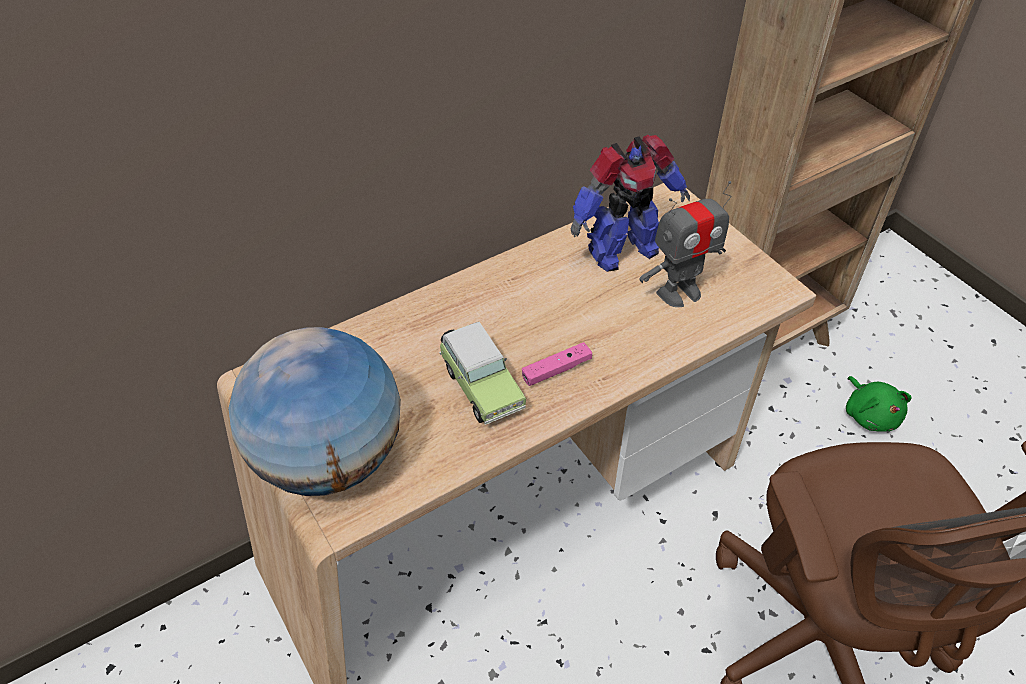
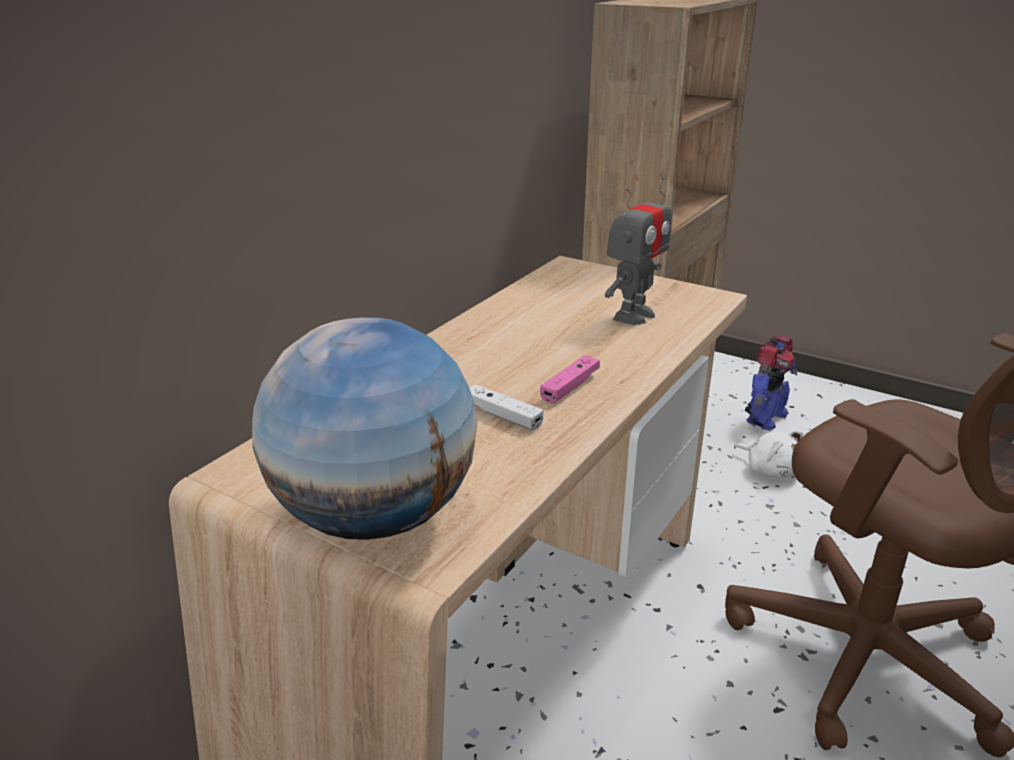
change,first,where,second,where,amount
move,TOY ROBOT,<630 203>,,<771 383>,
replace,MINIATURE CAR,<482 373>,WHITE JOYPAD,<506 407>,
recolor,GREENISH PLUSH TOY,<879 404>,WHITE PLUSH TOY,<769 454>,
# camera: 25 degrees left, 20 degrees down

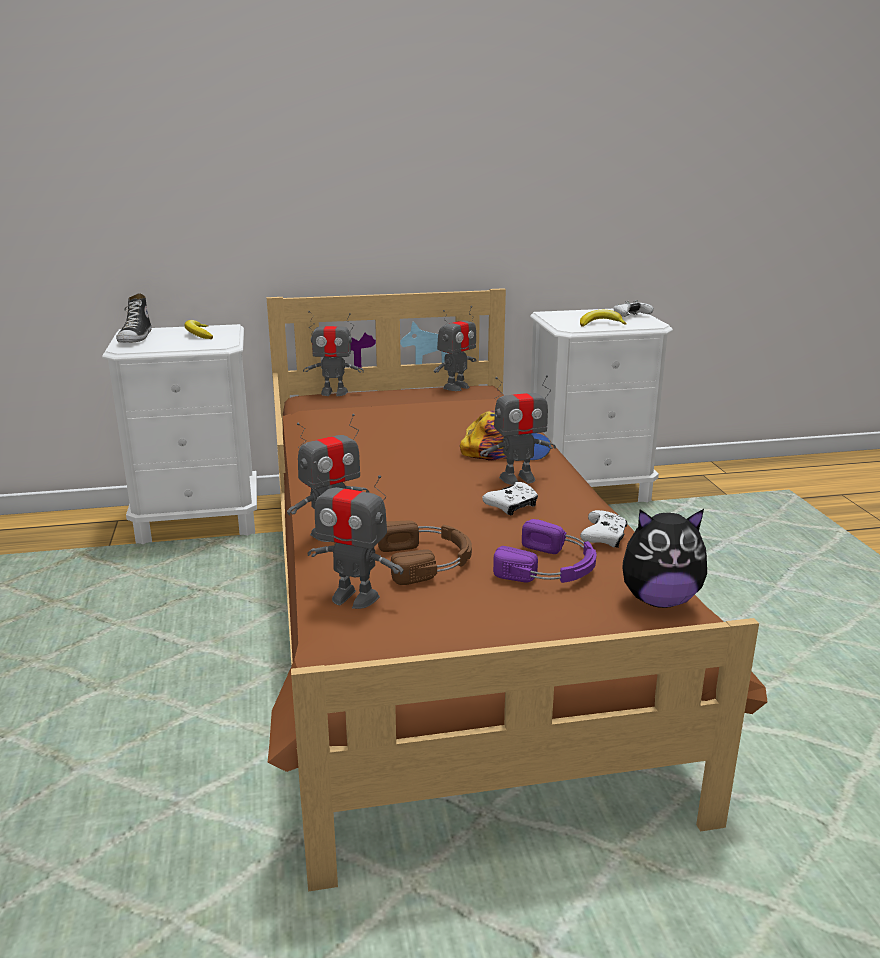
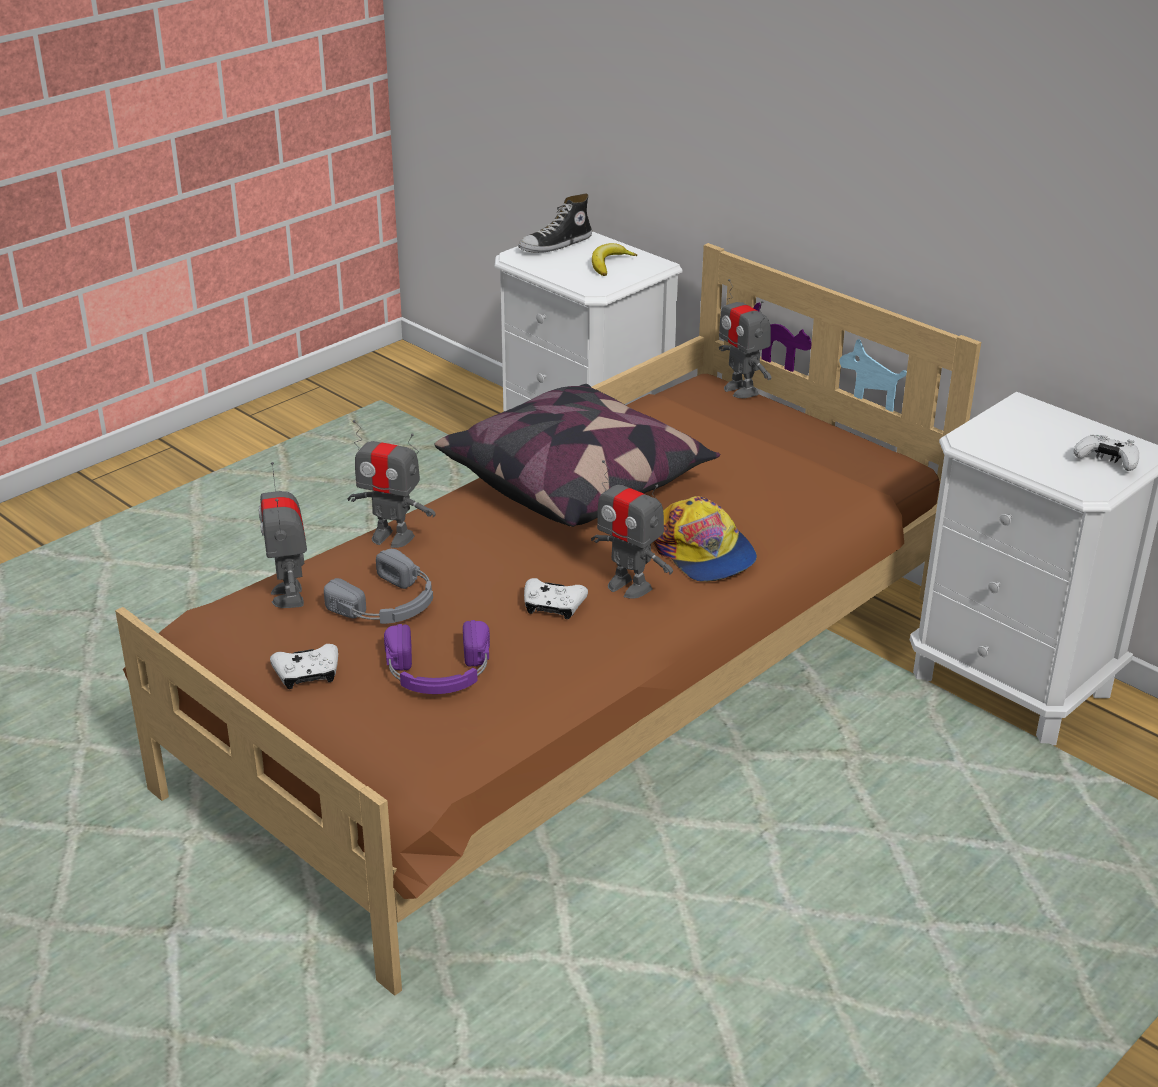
change,first,where,second,where,amount
delete,TOY ROBOT,<455 348>,,,
delete,BANANA FRUIT,<603 318>,,,
delete,PLUSH TOY,<664 558>,,,
move,WHITE JOYPAD,<604 529>,,<304 666>,
recolor,BROWNISH HEADPHONES,<425 553>,GREYISH HEADPHONES,<378 586>,
insert,,,THROW PILLOW,<577 455>,
# camera: 55 degrees right, 10 degrees up

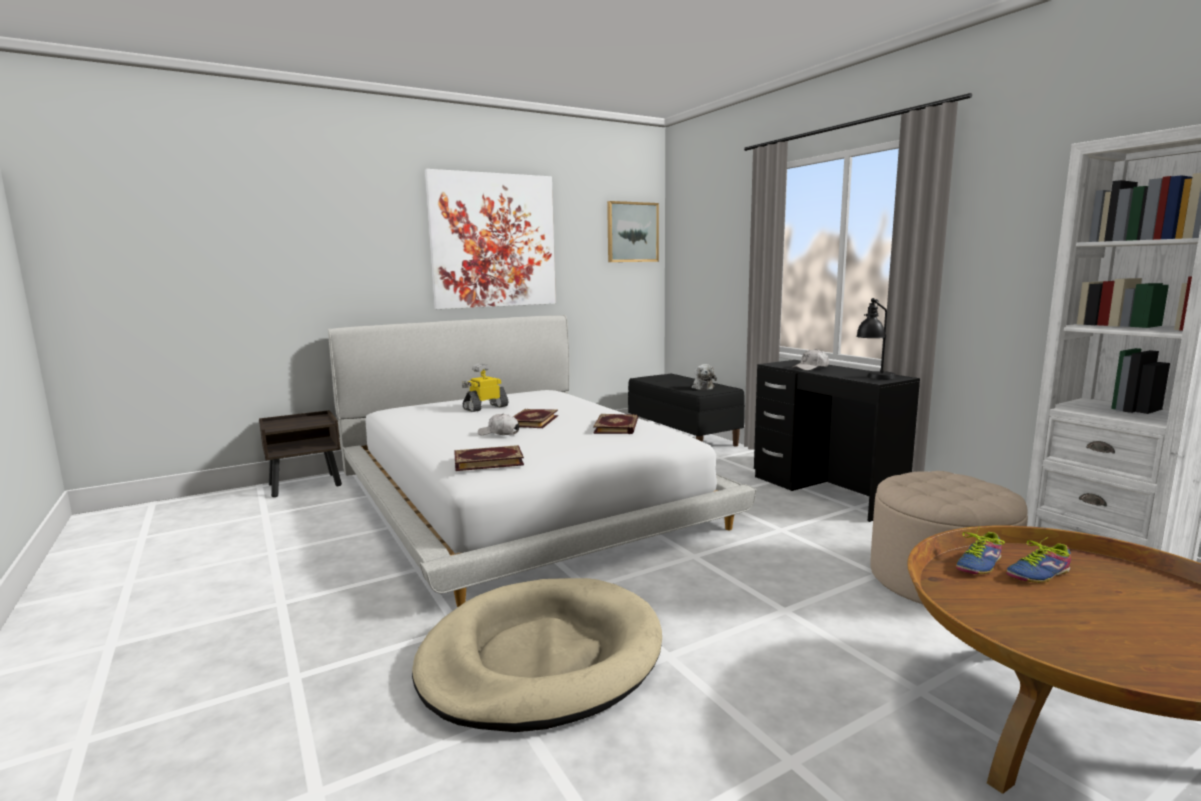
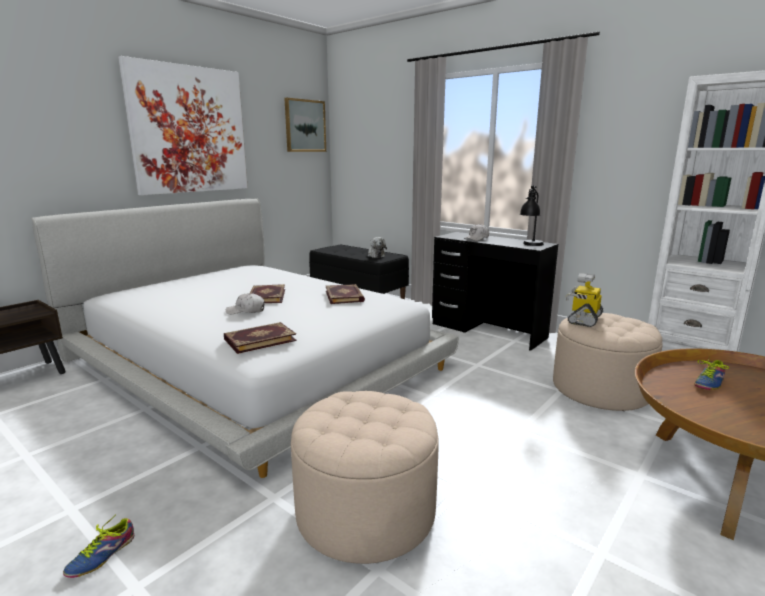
change,first,where,second,where,amount
move,TOY ROBOT,<485 387>,,<584 300>,
move,ITEM OF FOOTWEAR,<980 550>,,<98 548>,
replace,SAND-COLOURED DOG CUSHION,<537 655>,SAND-COLOURED POUFFE,<365 477>,
# camera: 20 degrees left, 5 degrees up

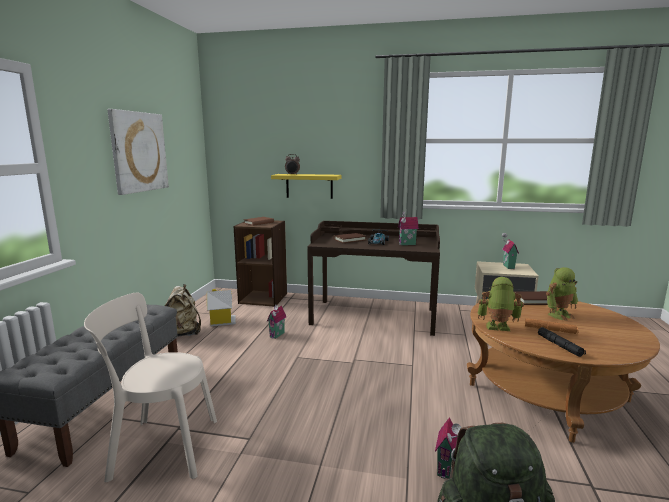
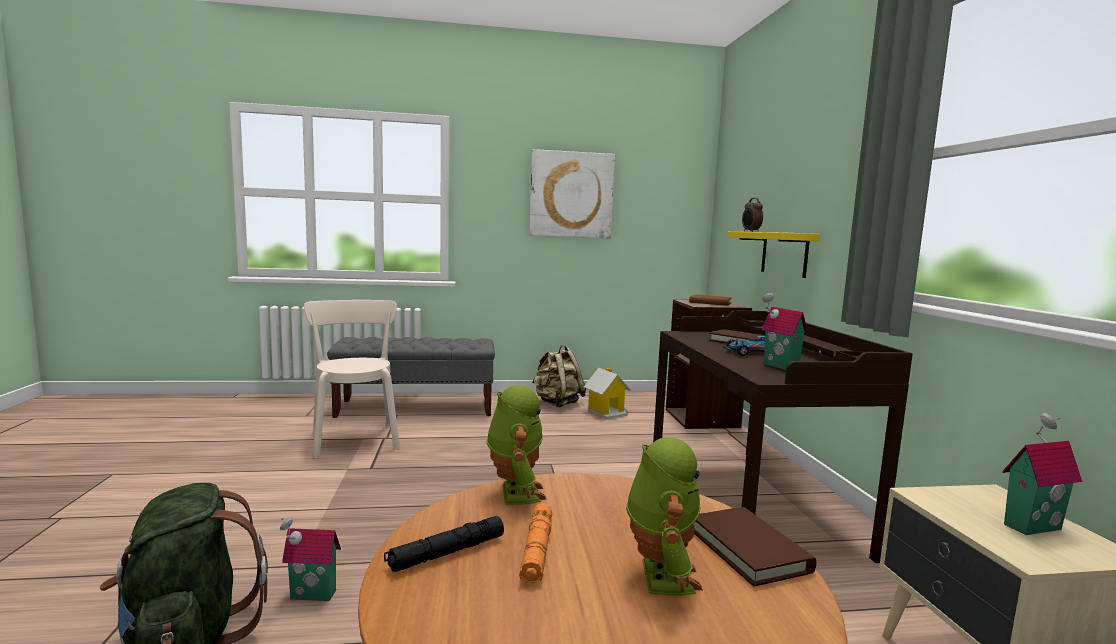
change,first,where,second,where,amount
rotate,TOY ROBOT,<562 294>,,<664 516>,135 degrees counterclockwise
delete,MINIATURE HOUSE,<276 322>,,,
# camera: 70 degrees right, 5 degrees down

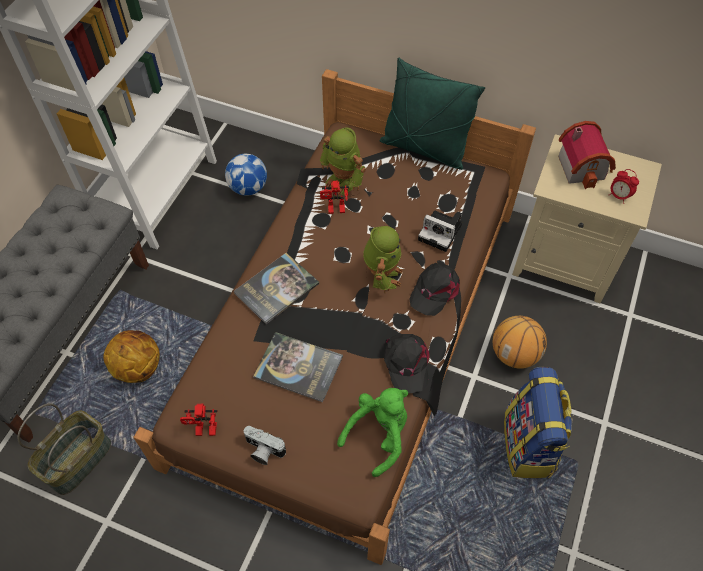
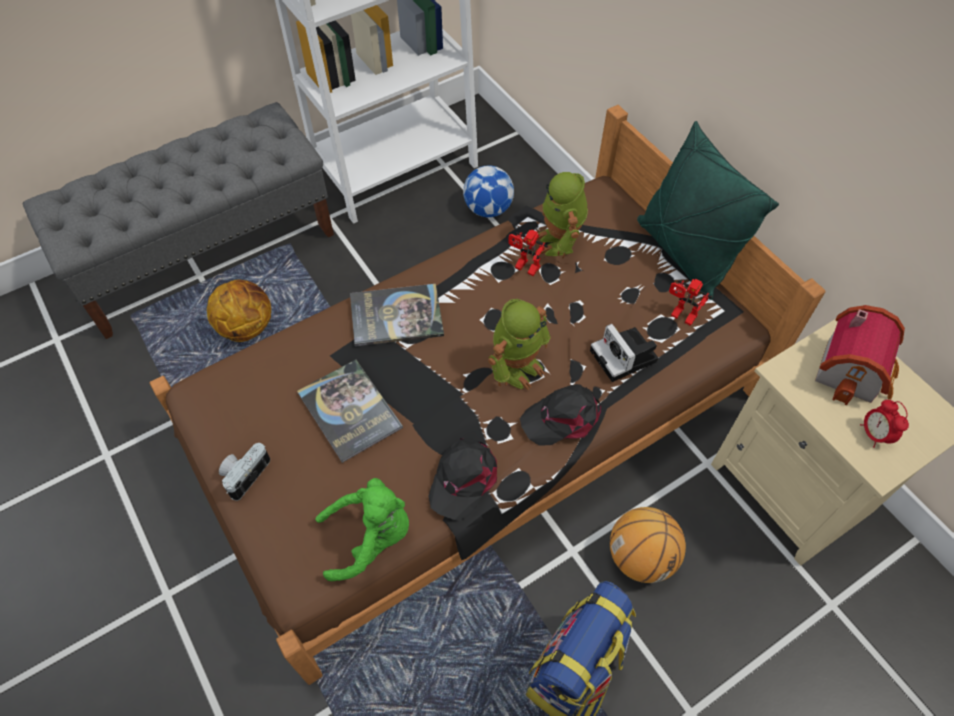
change,first,where,second,where,amount
delete,STORAGE BASKET,<64 449>,,,
move,TOY ROBOT,<198 420>,,<690 302>,
rotate,STILL CAMERA,<265 445>,,<244 472>,60 degrees clockwise
# camera: 35 degrees right, 0 degrees up

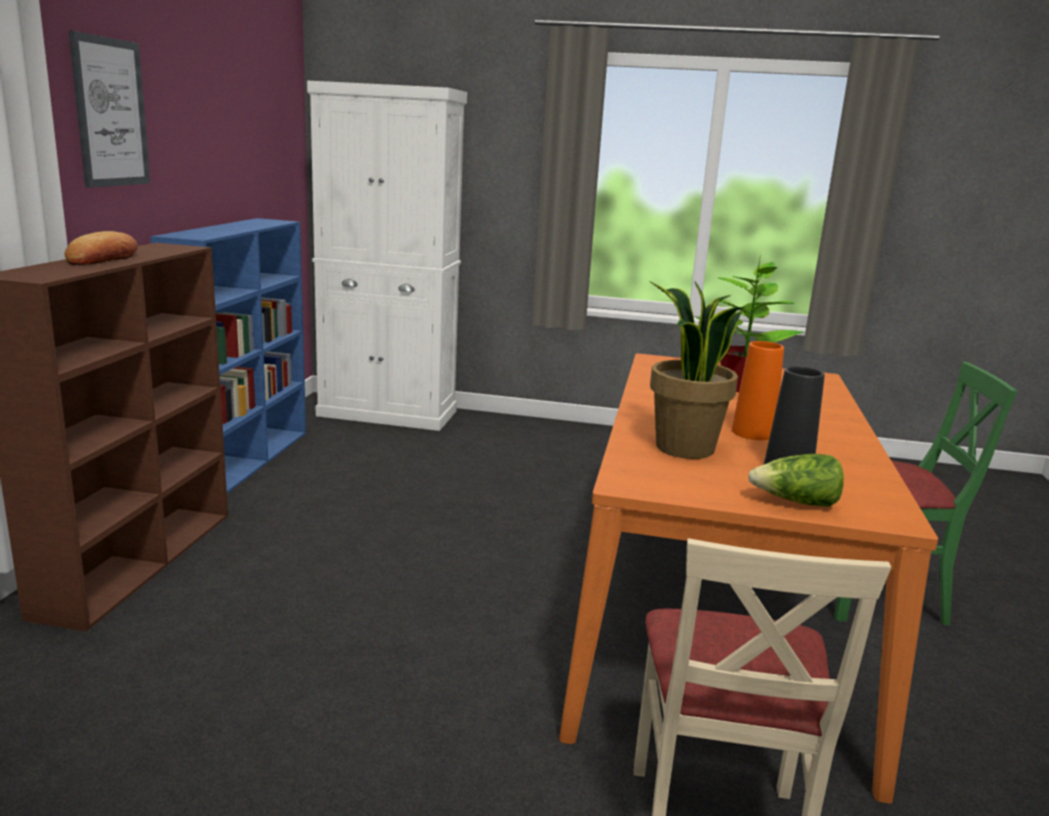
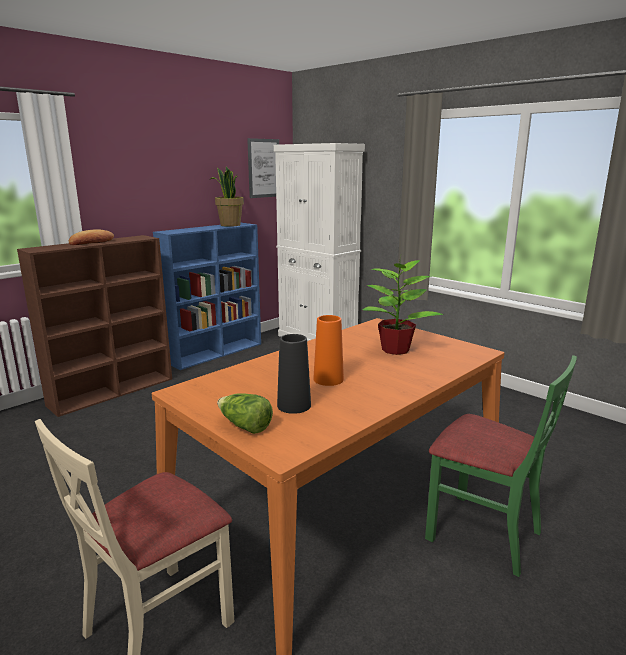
change,first,where,second,where,amount
move,WALL ART,<109 109>,,<263 168>,
move,HOUSEPLANT,<698 370>,,<227 197>,
# camera: 35 degrees right, 0 degrees up

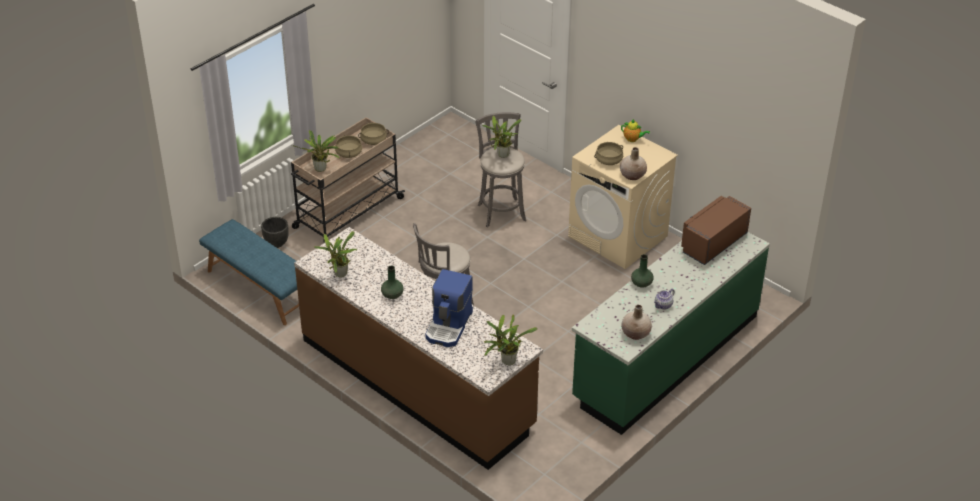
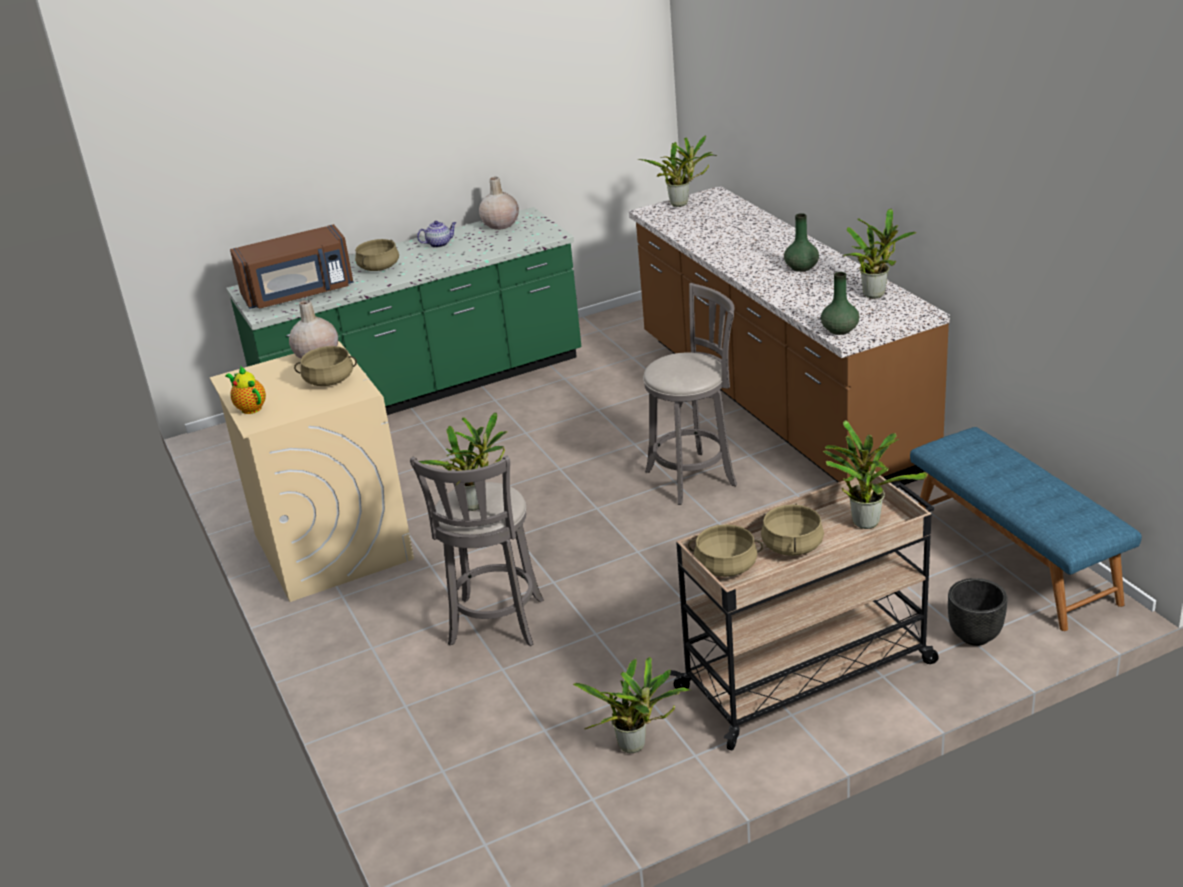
change,first,where,second,where,amount
move,GREENISH VASE,<642 271>,,<840 303>,
delete,COFFEE BREWER,<449 308>,,,
insert,,,SAND-COLOURED SAUCEPOT,<377 255>,
insert,,,HOUSEPLANT,<632 705>,
# camera: 155 degrees left, 10 degrees down

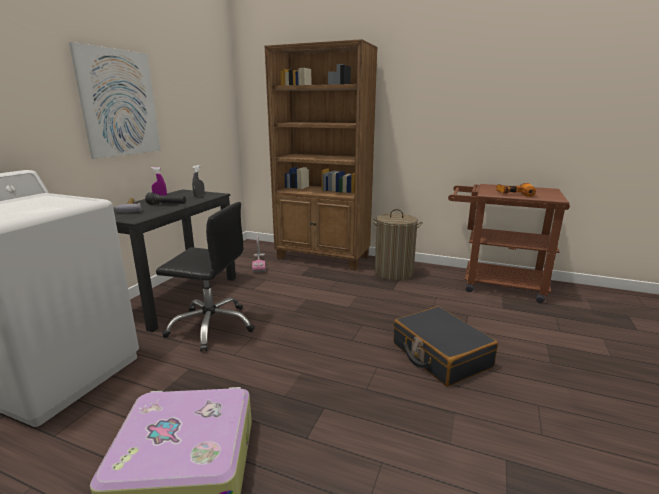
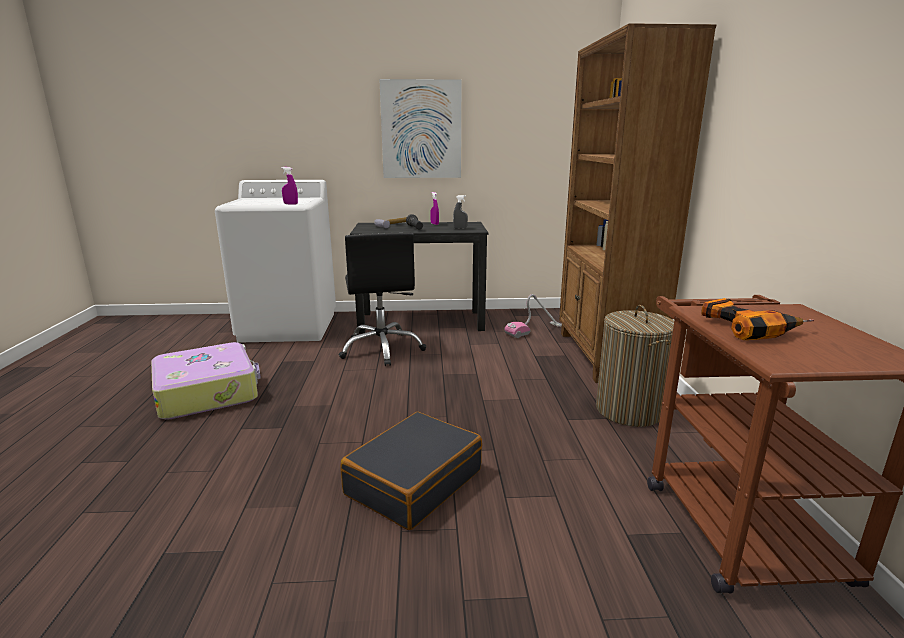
change,first,where,second,where,amount
insert,,,PURPLE-COLOURED HAND SPRAYER,<289 186>,
# camera: 65 degrees right, 0 degrees up

